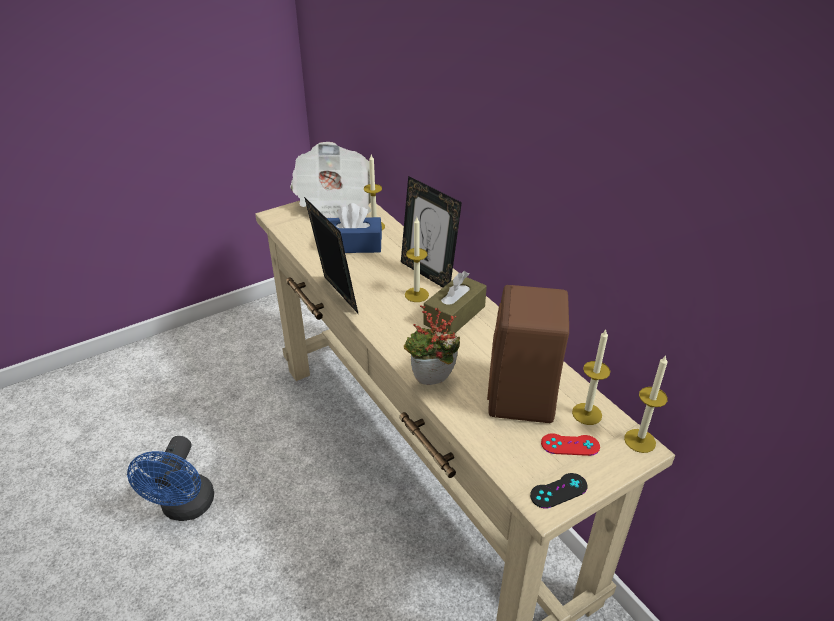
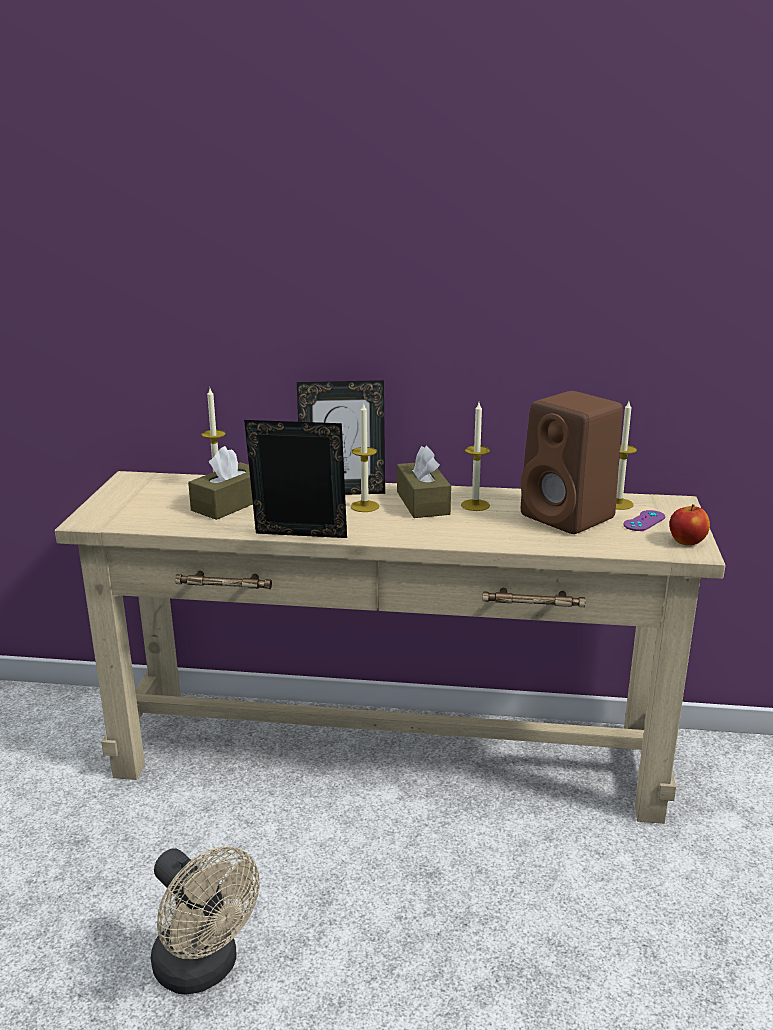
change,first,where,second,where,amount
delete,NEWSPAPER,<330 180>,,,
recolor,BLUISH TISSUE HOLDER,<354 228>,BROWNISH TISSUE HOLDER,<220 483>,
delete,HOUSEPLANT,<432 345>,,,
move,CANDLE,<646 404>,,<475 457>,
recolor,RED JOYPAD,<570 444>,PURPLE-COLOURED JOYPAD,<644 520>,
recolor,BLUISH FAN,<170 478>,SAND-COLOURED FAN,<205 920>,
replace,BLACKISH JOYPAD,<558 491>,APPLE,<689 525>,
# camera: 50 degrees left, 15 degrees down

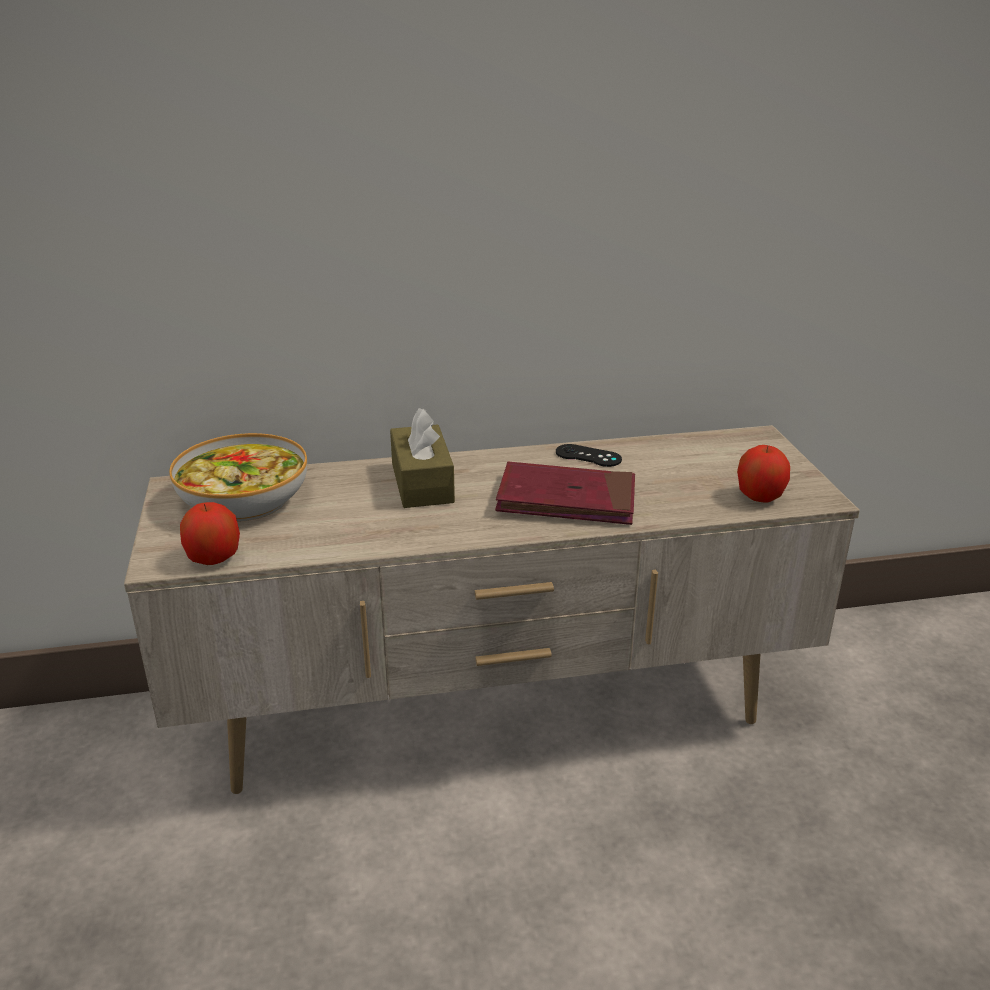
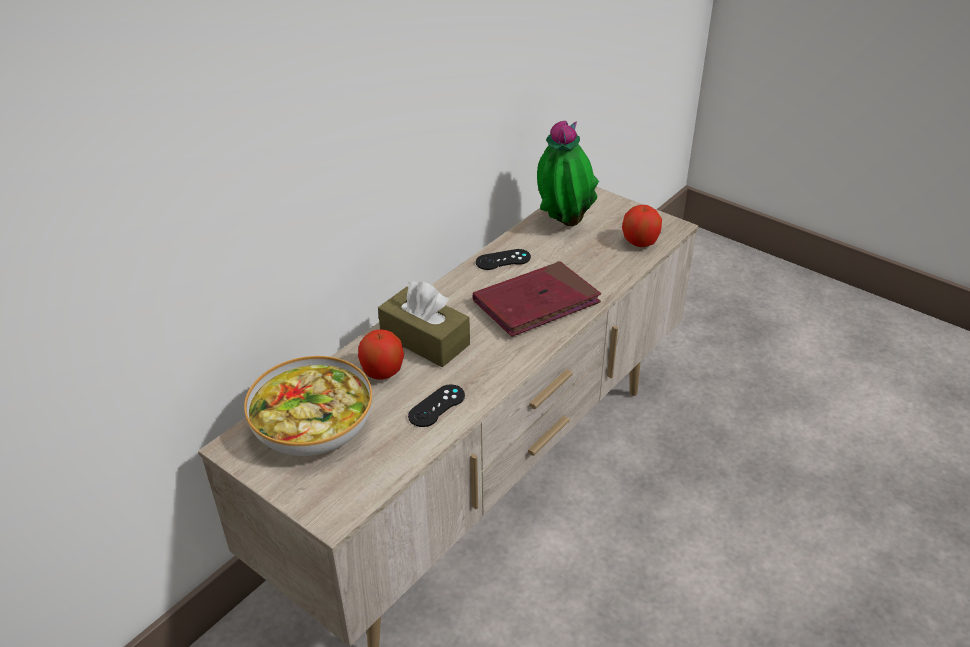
change,first,where,second,where,amount
move,APPLE,<210 533>,,<381 354>,
insert,,,HOUSEPLANT,<568 173>,
insert,,,BLACKISH JOYPAD,<436 406>,
# camera: 40 degrees left, 10 degrees up

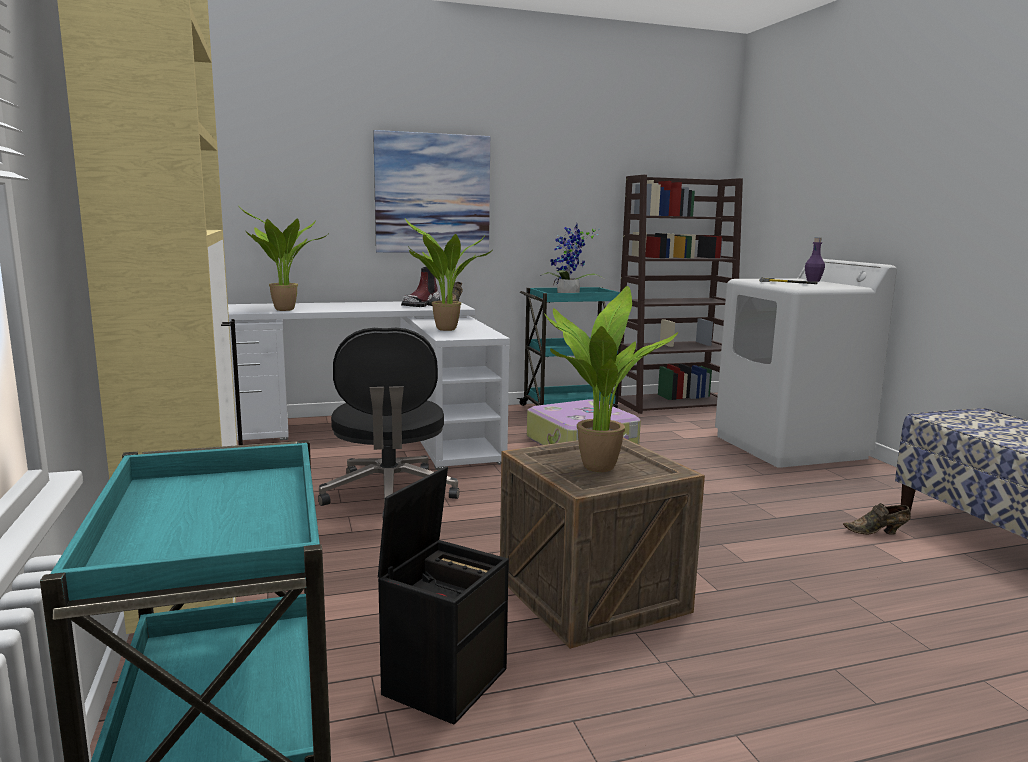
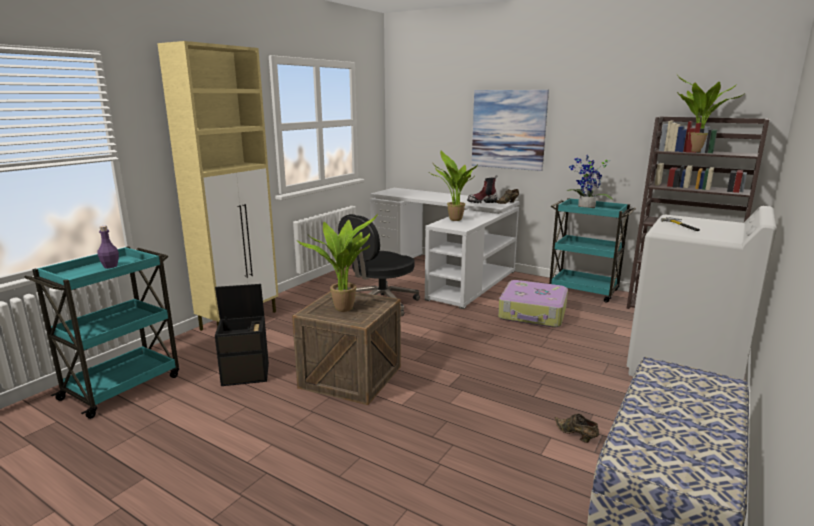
change,first,where,second,where,amount
move,HOUSEPLANT,<282 257>,,<710 112>,
move,PURPLE-COLOURED BEVERAGE BOTTLE,<815 260>,,<108 247>,
# camera: 50 degrees right, 5 degrees up

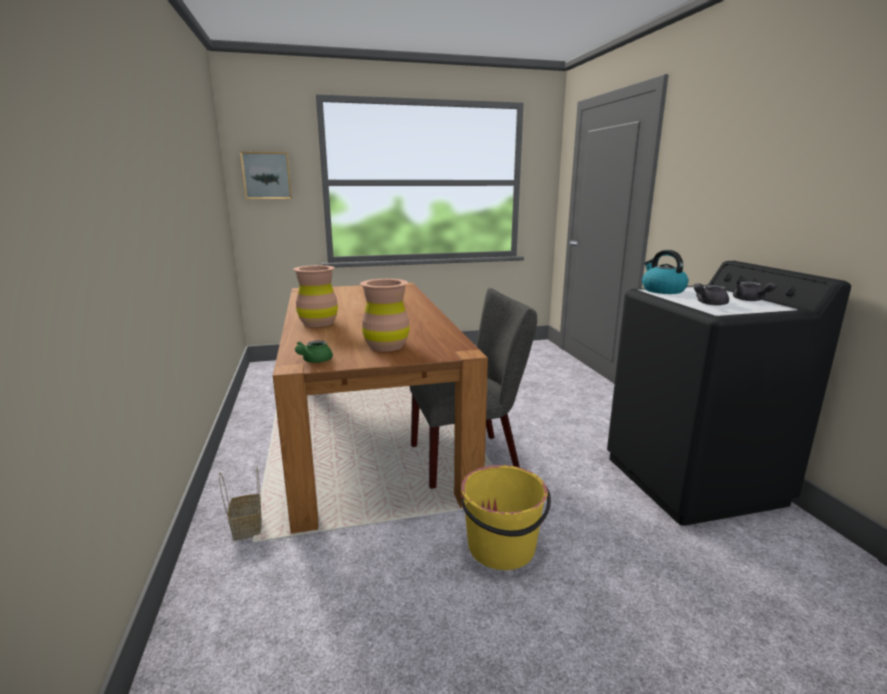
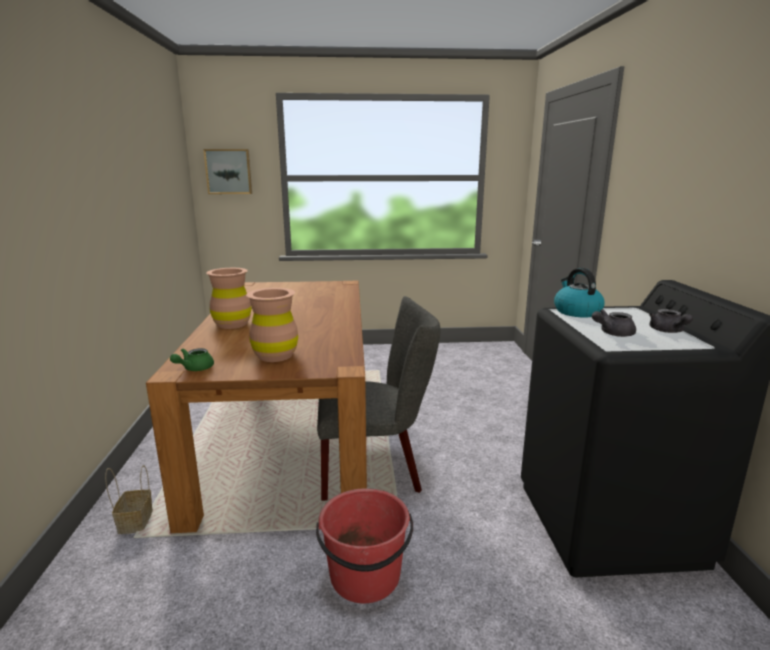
change,first,where,second,where,amount
recolor,YELLOW PAIL,<506 517>,RED PAIL,<364 545>,
# camera: 10 degrees right, 0 degrees up

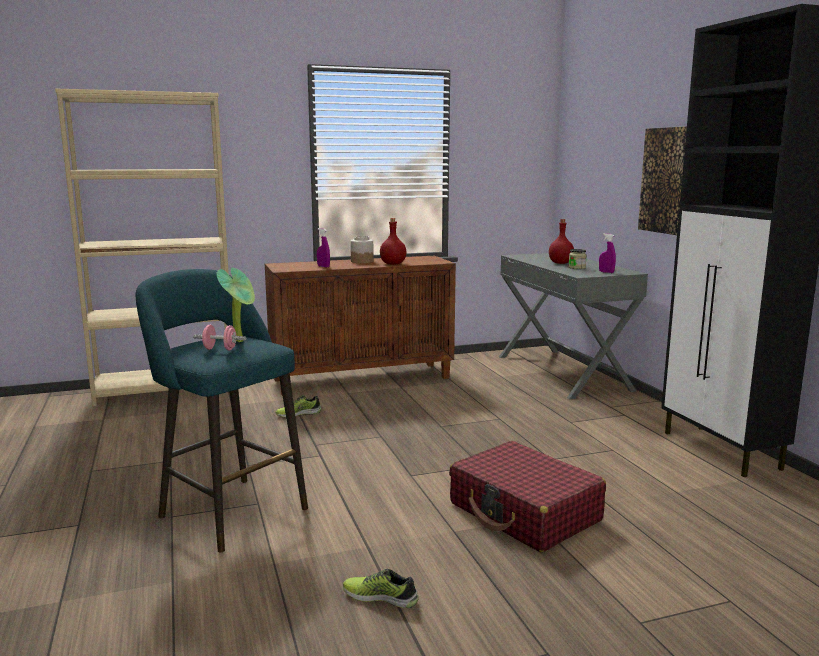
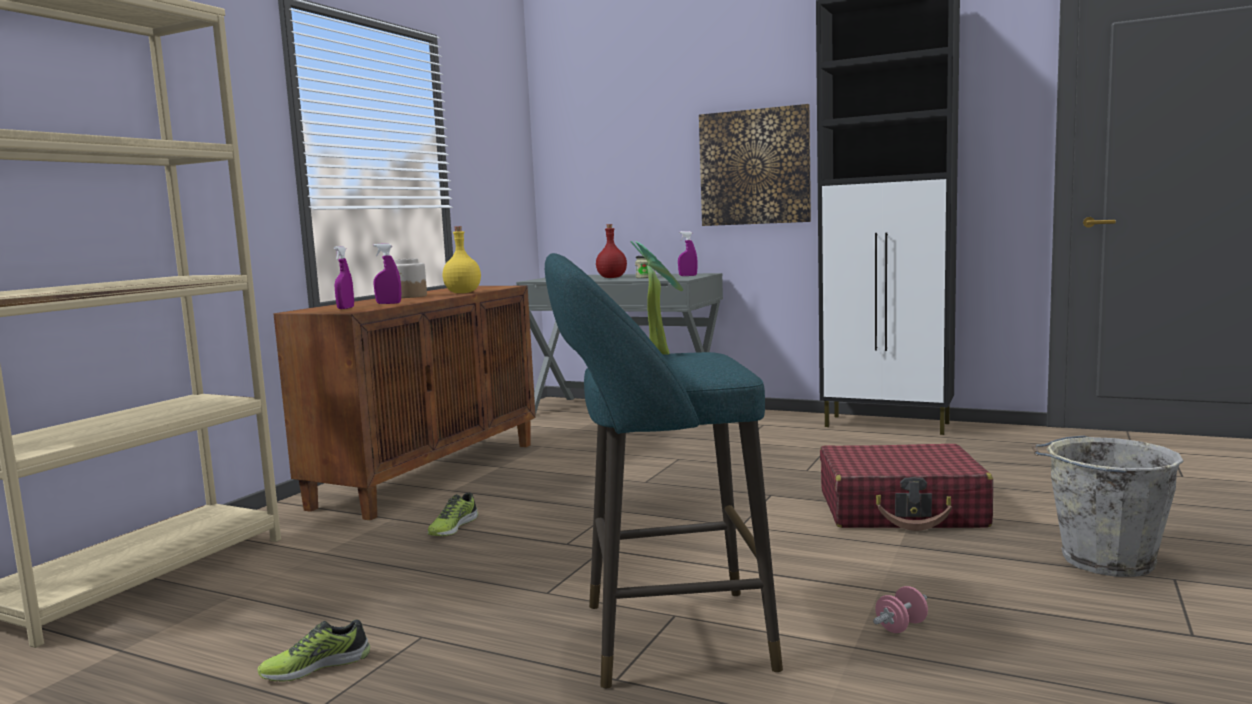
change,first,where,second,where,amount
recolor,RED BEVERAGE BOTTLE,<393 241>,YELLOW BEVERAGE BOTTLE,<462 259>,
move,PINKISH DUMBBELL,<219 337>,,<900 609>,
move,ITEM OF FOOTWEAR,<381 588>,,<313 651>,
insert,,,PURPLE-COLOURED HAND SPRAYER,<344 277>,
insert,,,GREYISH PAIL,<1108 506>,
# camera: 45 degrees left, 5 degrees down

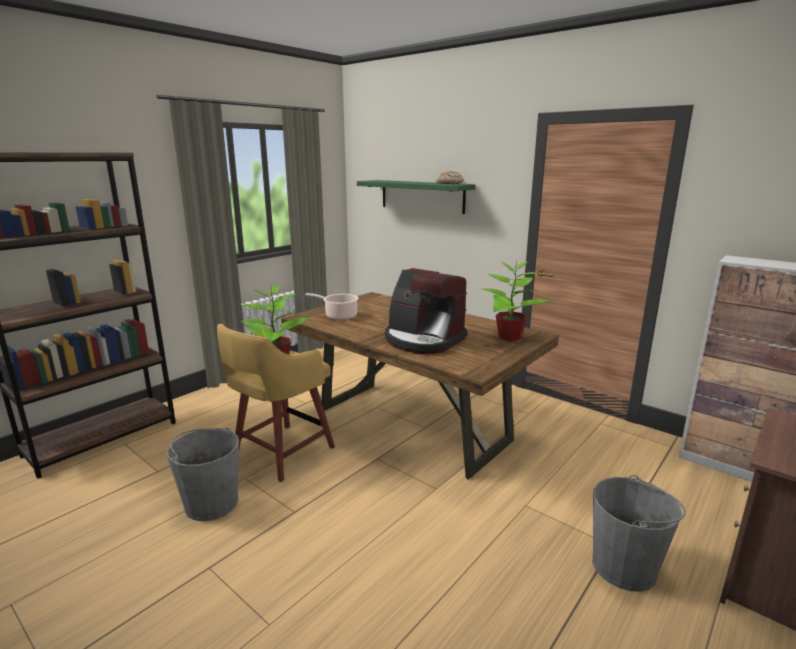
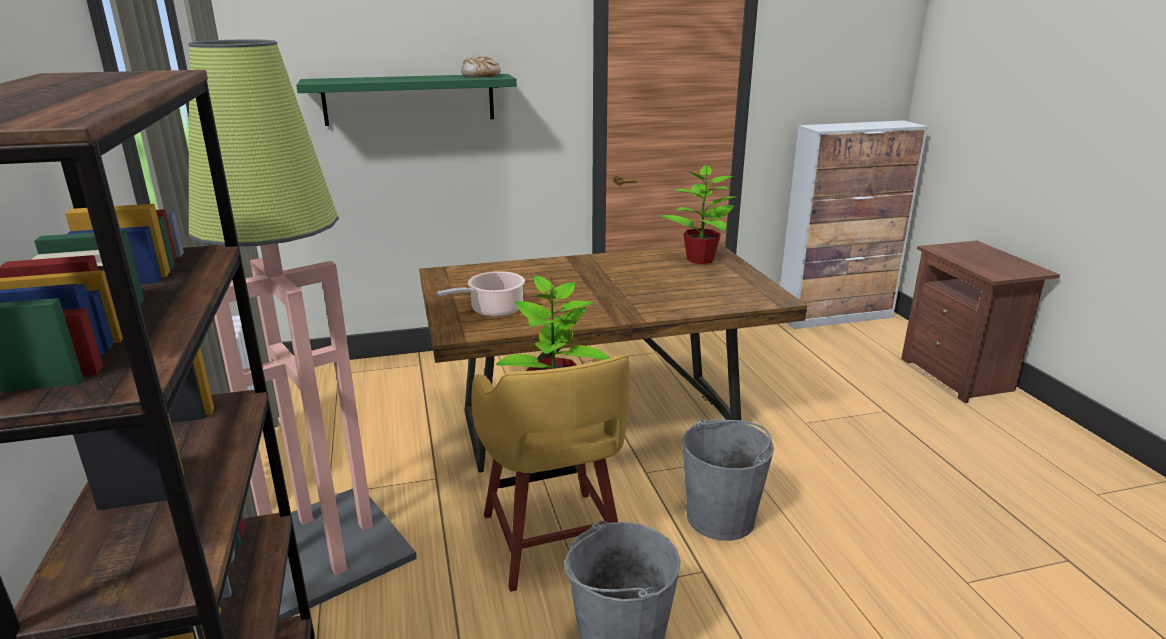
change,first,where,second,where,amount
delete,COFFEE BREWER,<426 311>,,,
move,GREYISH PAIL,<639 533>,,<728 480>,
insert,,,STANDING LAMP,<302 329>,
# camera: 55 degrees left, 5 degrees up

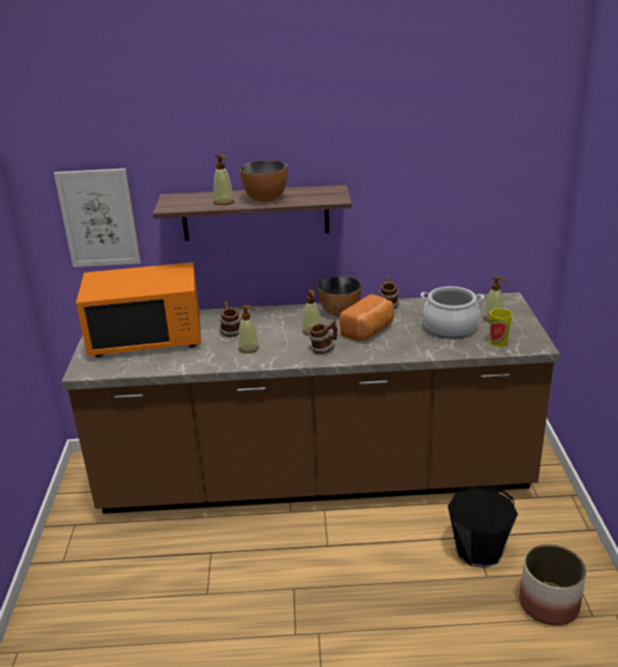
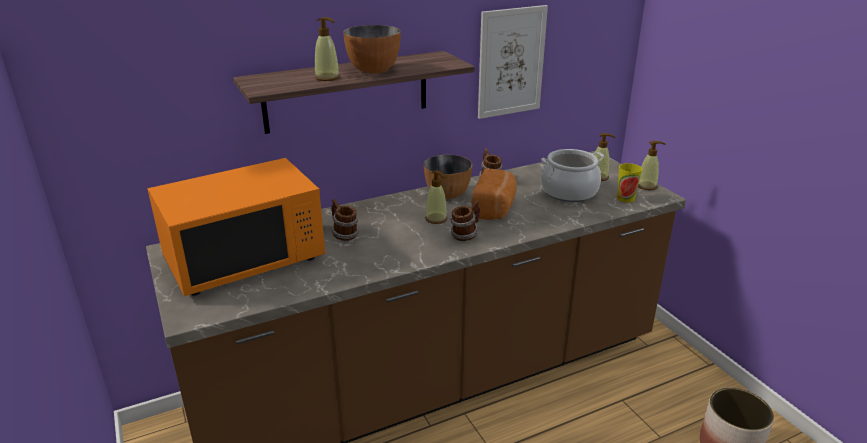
change,first,where,second,where,amount
move,WALL ART,<97 217>,,<513 62>,
move,LIQUID SOAP BOTTLE,<249 329>,,<652 165>,
delete,BLACKISH PAIL,<483 527>,,,
# camera: 25 degrees left, 0 degrees up

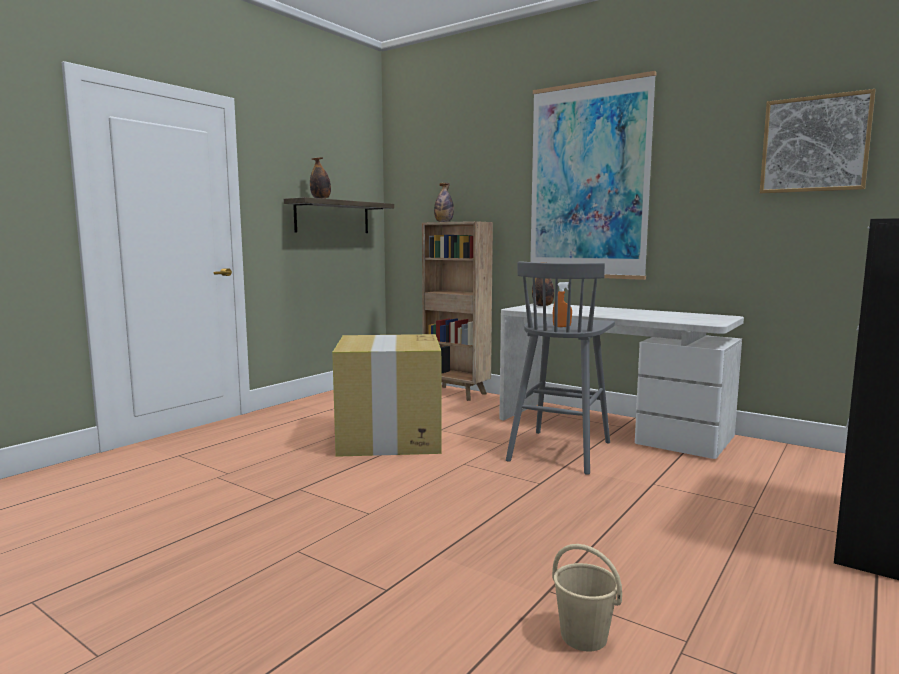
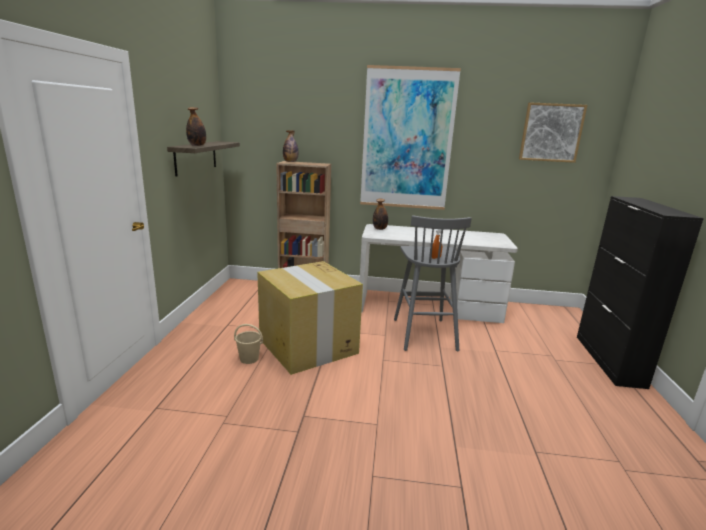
change,first,where,second,where,amount
move,SAND-COLOURED PAIL,<587 598>,,<248 344>,
# camera: 30 degrees left, 10 degrees up

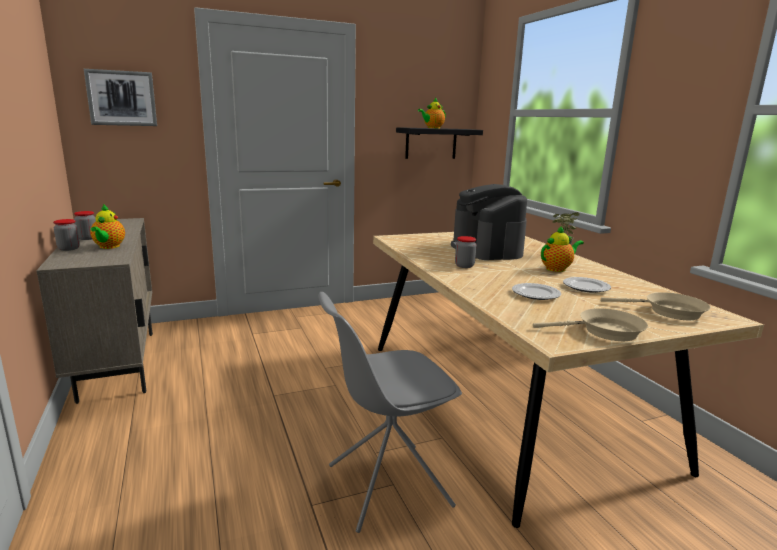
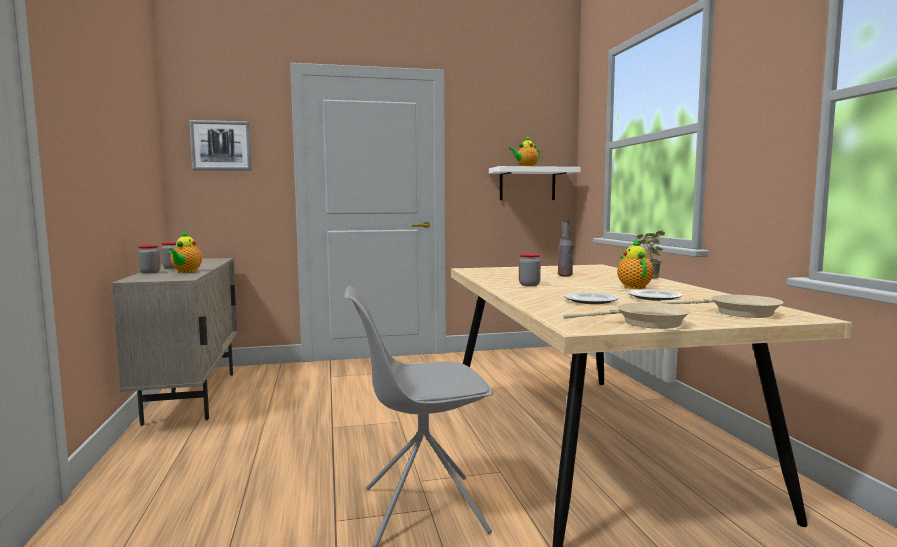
change,first,where,second,where,amount
recolor,BLACKISH WALL SHELF,<439 143>,WHITE WALL SHELF,<535 183>,
replace,COFFEE BREWER,<489 222>,BEVERAGE BOTTLE,<565 248>,
rotate,TEAPOT,<562 248>,,<635 263>,75 degrees counterclockwise
# camera: 10 degrees right, 10 degrees down

